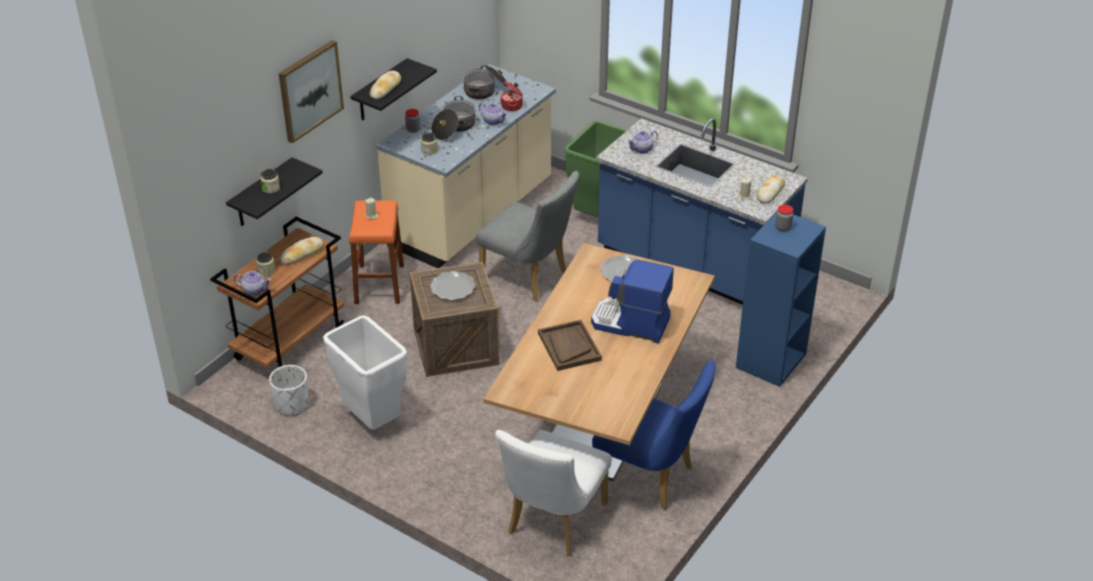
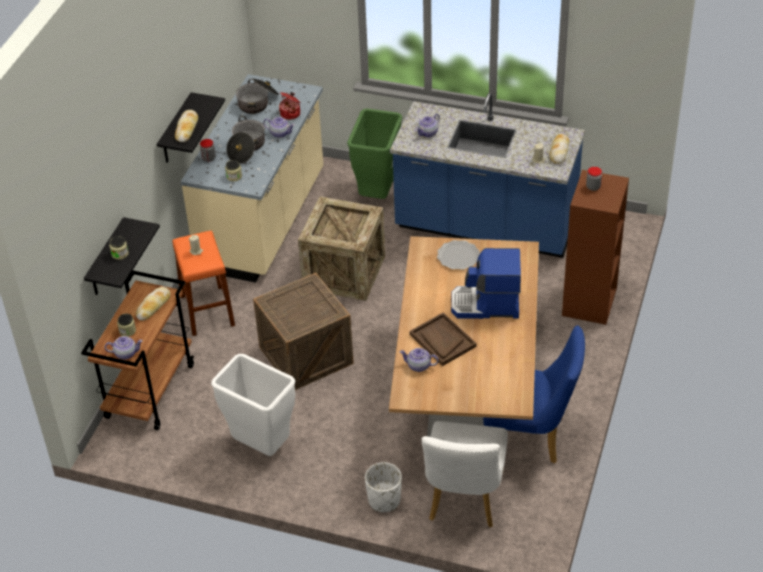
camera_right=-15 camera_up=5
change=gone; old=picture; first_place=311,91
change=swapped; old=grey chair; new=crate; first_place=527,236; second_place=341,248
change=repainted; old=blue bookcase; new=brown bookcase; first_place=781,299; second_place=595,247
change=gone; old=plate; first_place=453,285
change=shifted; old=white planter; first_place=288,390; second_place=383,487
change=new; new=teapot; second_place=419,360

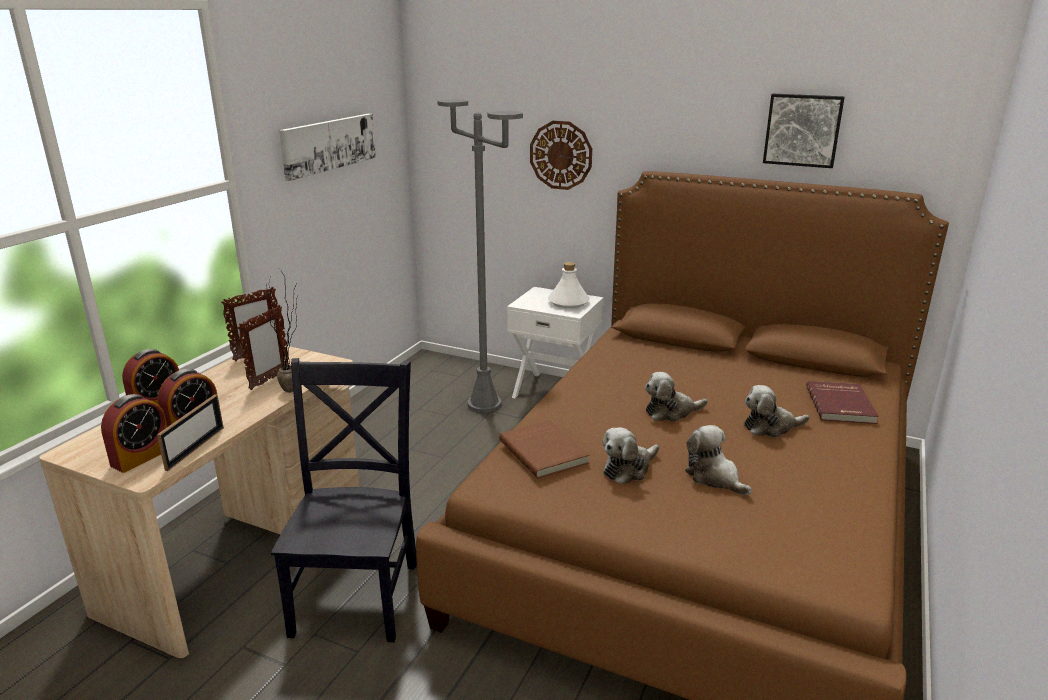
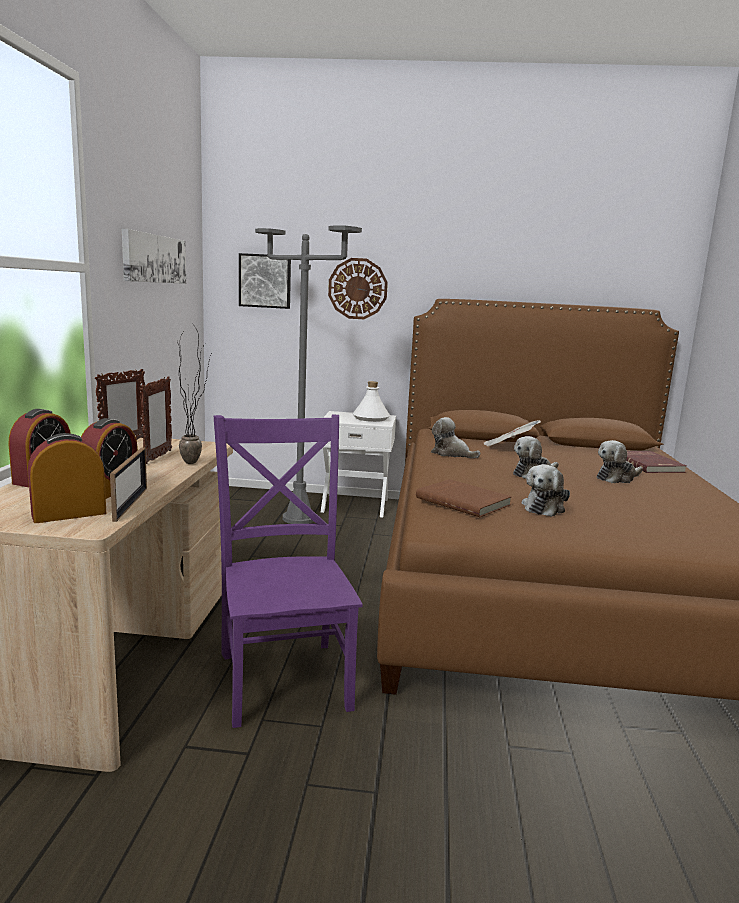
camera_right=-20 camera_up=-10
change=shifted; old=picture; first_place=804,131; second_place=265,281
change=repainted; old=black chair; new=purple chair; first_place=344,500; second_place=288,571
change=rotated; old=alarm clock; first_place=134,433; second_place=67,478; degrees=-135
change=shifted; old=plush toy; first_place=718,460; second_place=455,437
change=new; new=newspaper; second_place=512,433

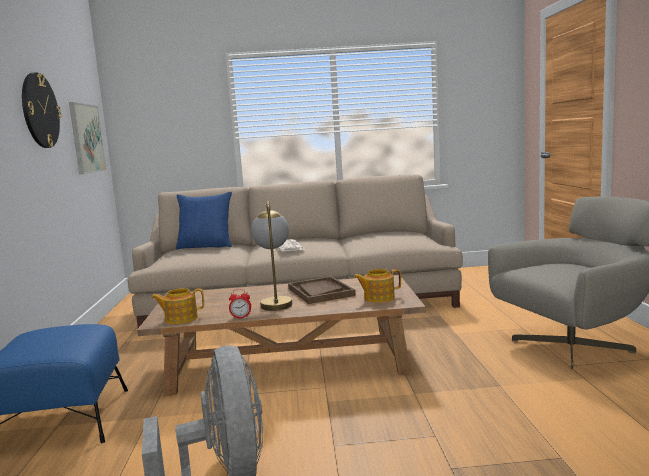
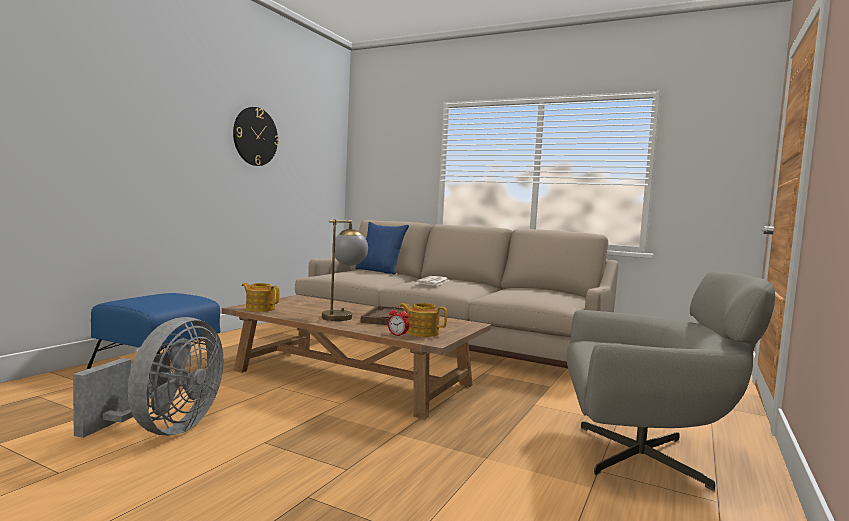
camera_right=30 camera_up=-5
change=gone; old=picture; first_place=87,138
change=shifted; old=alarm clock; first_place=240,304; second_place=398,321

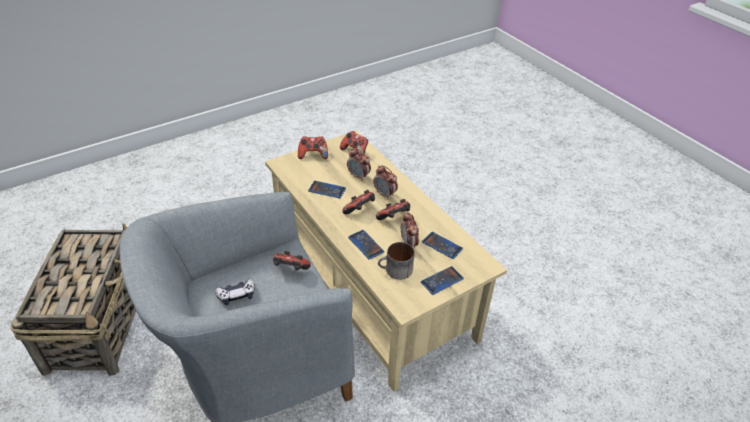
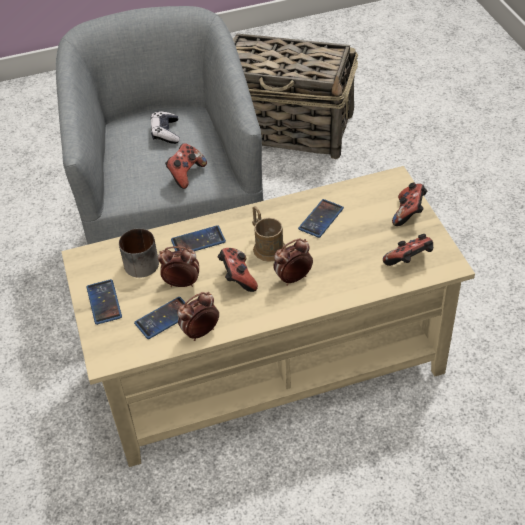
camera_right=110 camera_up=5
change=shifted; old=alarm clock; first_place=359,164; second_place=198,316
change=swapped; old=game controller; new=brown mug; first_place=358,202; second_place=269,234

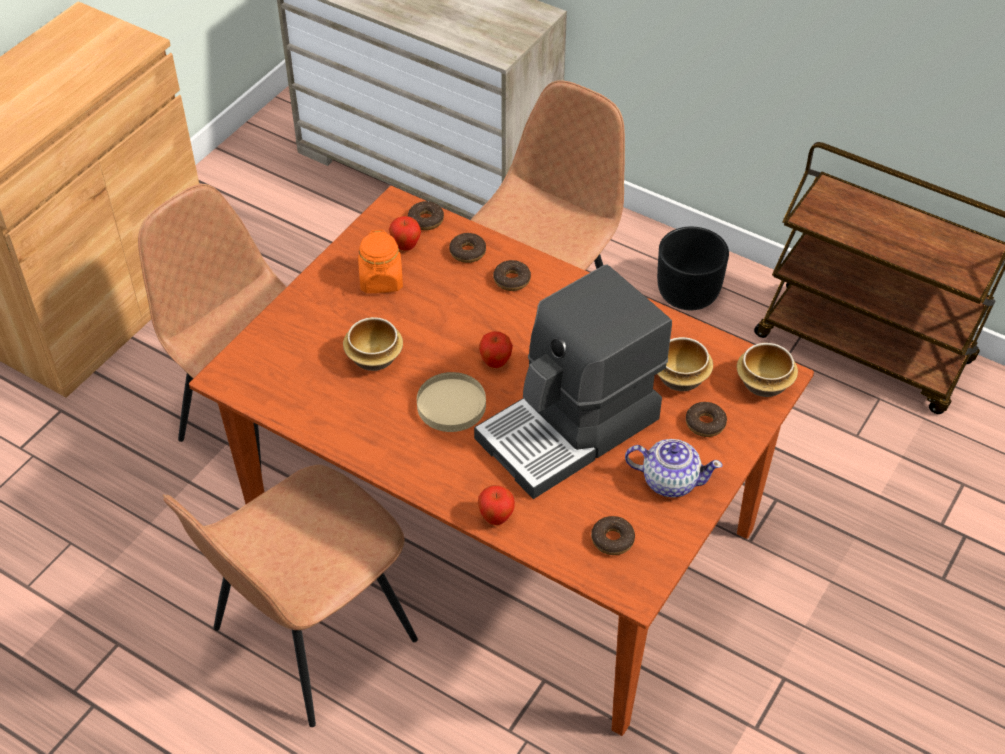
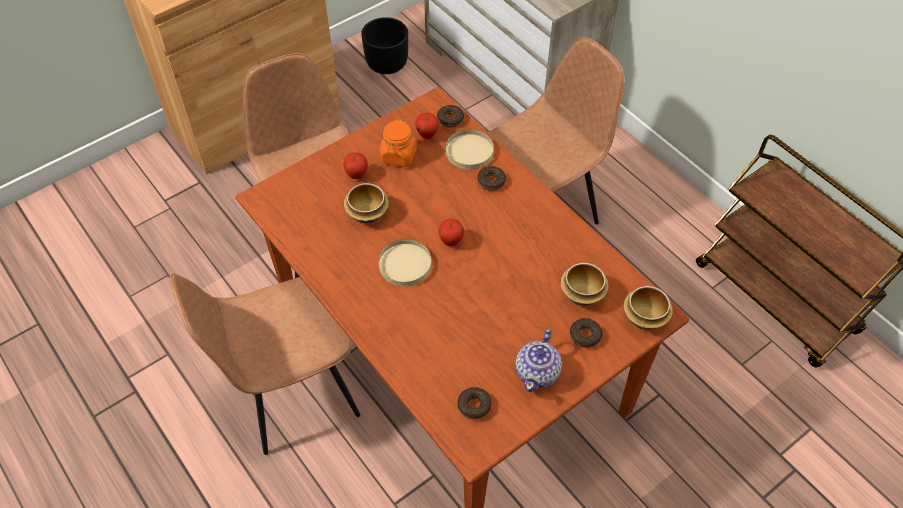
camera_right=20 camera_up=5
change=shifted; old=black planter; first_place=693,268; second_place=384,45
change=swapped; old=donut; new=beige plate; first_place=467,248; second_place=470,149
change=gone; old=coffee machine; first_place=573,381
change=rotated; old=teapot; first_place=674,468; second_place=538,360; degrees=75
change=shifted; old=apple; first_place=496,505; second_place=355,165

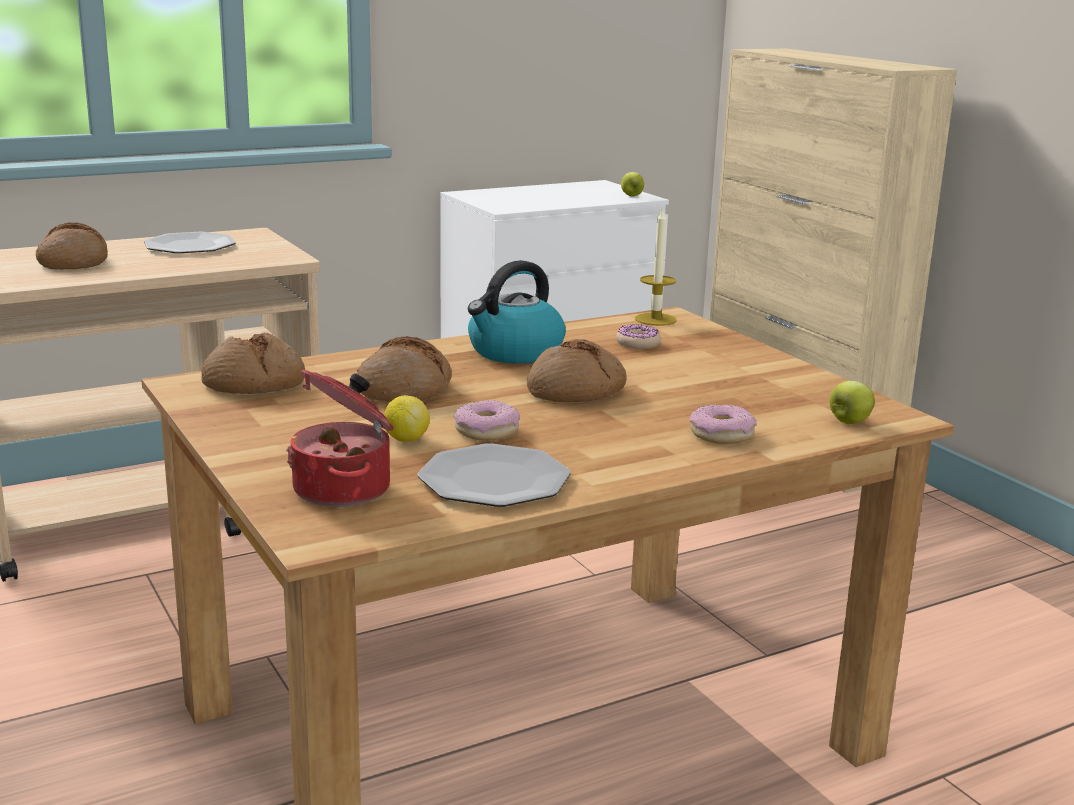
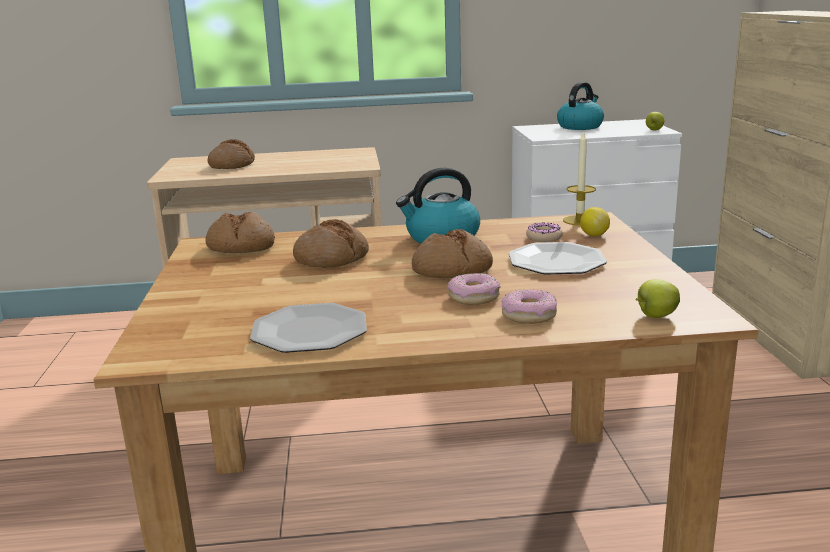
camera_right=25 camera_up=0
change=shifted; old=plate; first_place=190,242; second_place=558,258
change=gone; old=cooking pot; first_place=340,438
change=shifted; old=lemon; first_place=407,418; second_place=595,221
change=shifted; old=donut; first_place=487,420; second_place=474,289
change=new; new=kettle; second_place=580,106

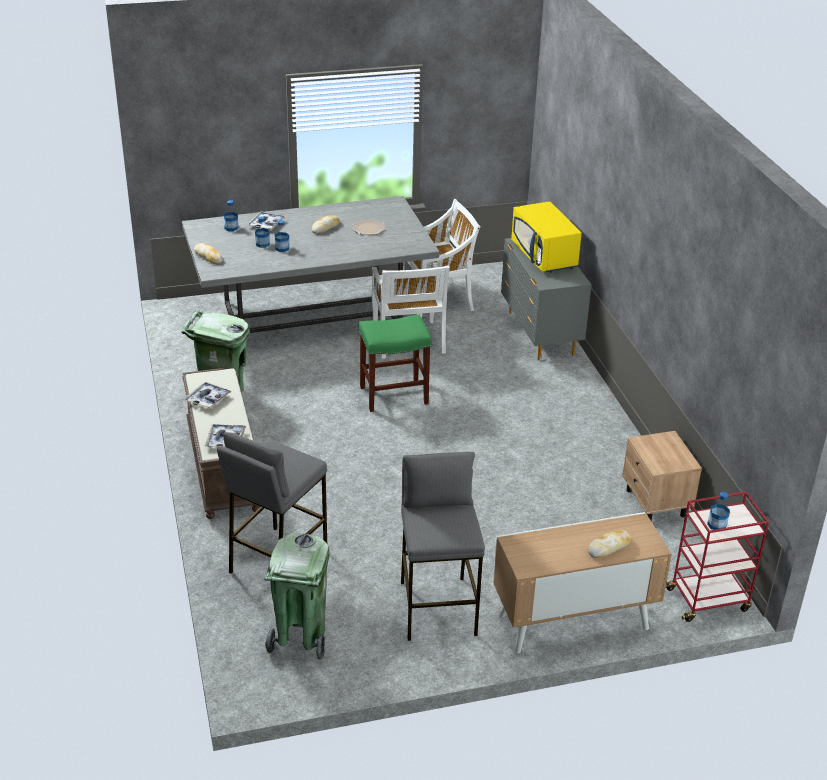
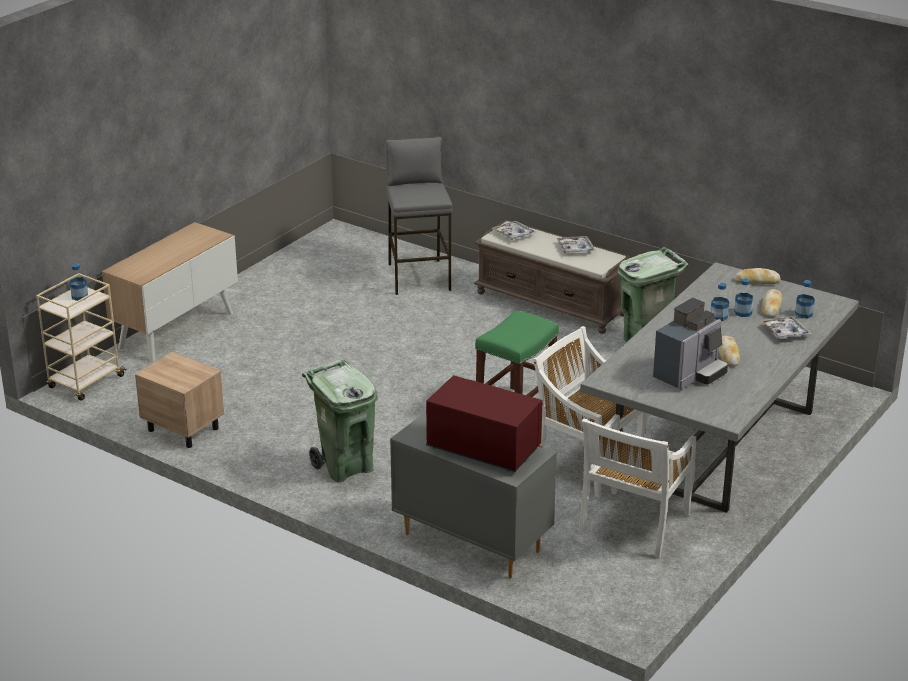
camera_right=140 camera_up=-5
change=repainted; old=yellow microwave; new=red microwave; first_place=546,237; second_place=484,423
change=swapped; old=plate; new=coffee machine; first_place=369,227; second_place=690,344
change=gone; old=grey stool; first_place=443,546
change=repainted; old=red cart; new=beige cart; first_place=717,557; second_place=81,337
change=shifted; old=bread; first_place=609,544; second_place=771,303
change=shifted; old=green trash can; first_place=297,596; second_place=340,421

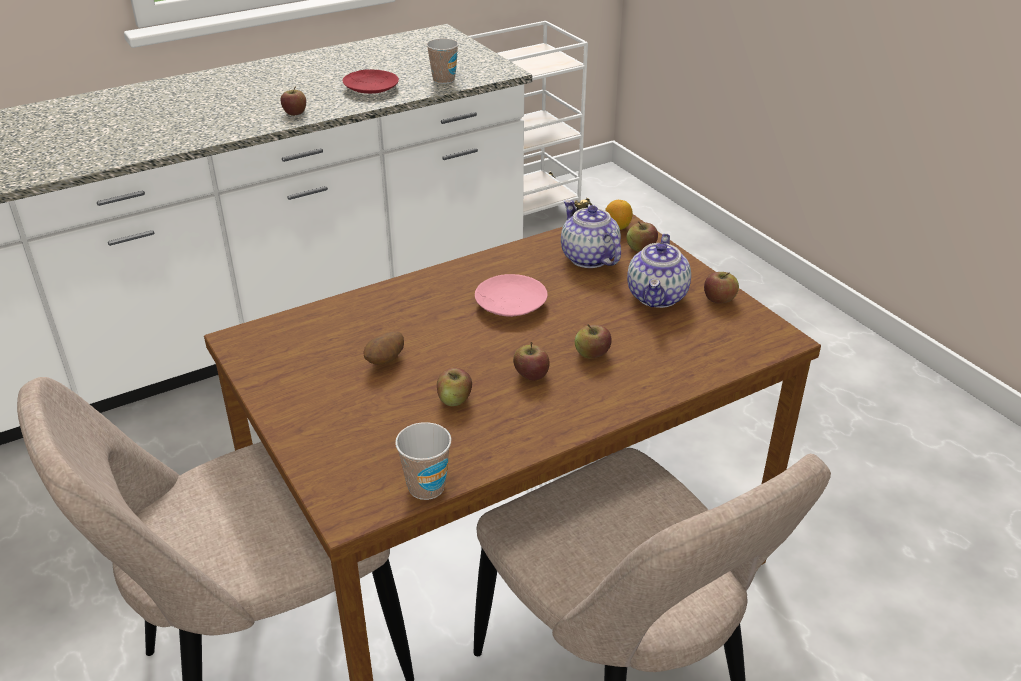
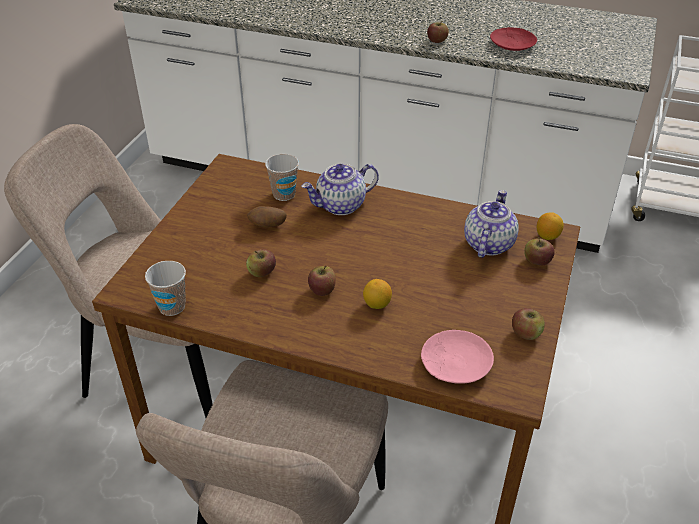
camera_right=50 camera_up=5
change=shifted; old=cup; first_place=442,61; second_place=282,177
change=shifted; old=teapot; first_place=659,270; second_place=340,189
change=shifted; old=pink plate; first_place=511,295; second_place=457,357
change=swapped; old=apple; new=lemon; first_place=593,341; second_place=377,294

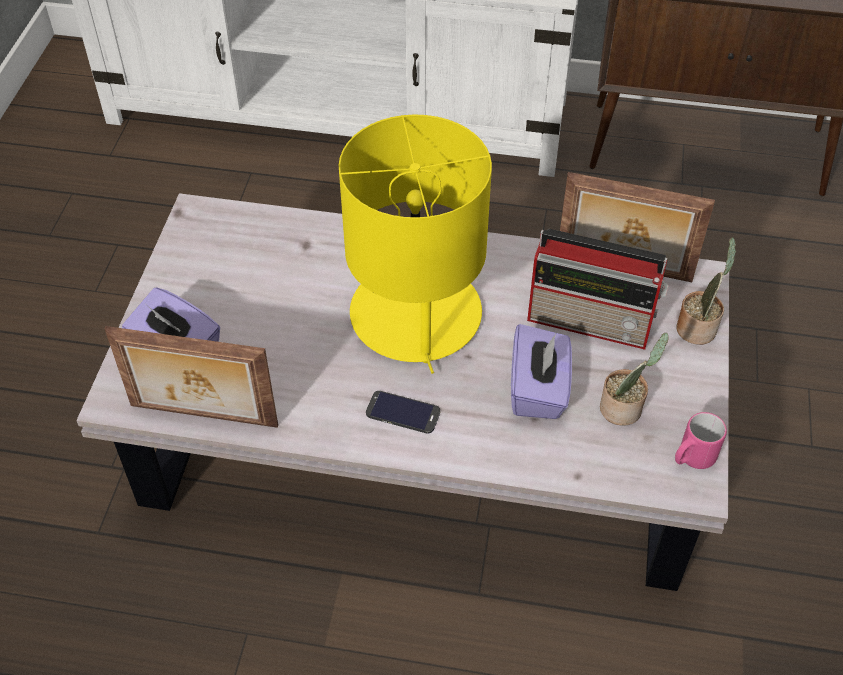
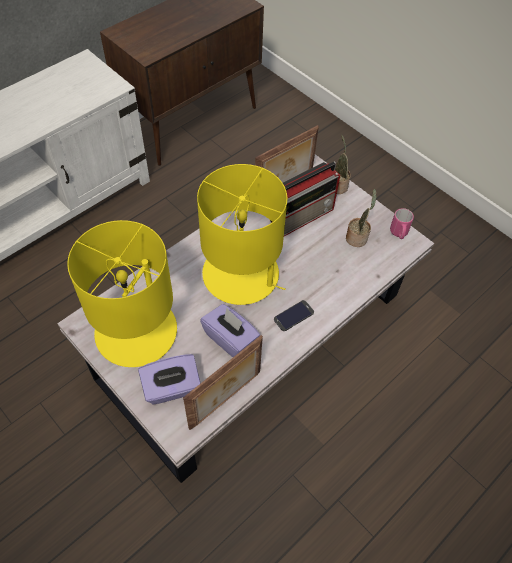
camera_right=-55 camera_up=5
change=shifted; old=purple tissue box; first_place=541,371; second_place=230,330
change=new; new=yellow table lamp; second_place=122,293

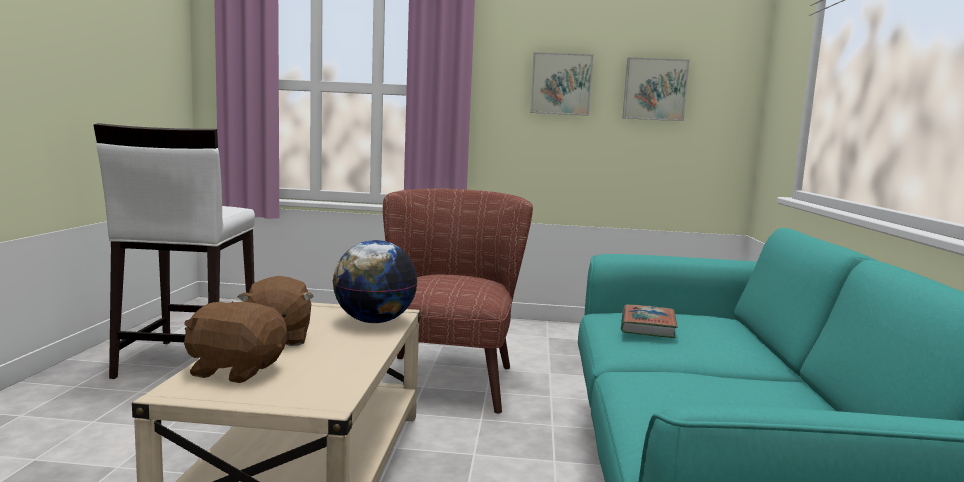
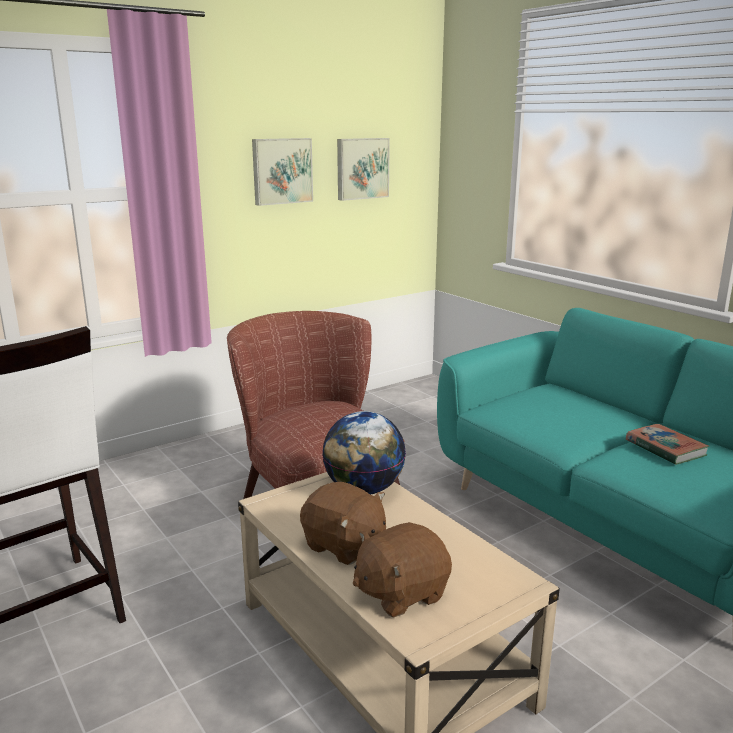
camera_right=-40 camera_up=10
change=shifted; old=book; first_place=649,321; second_place=667,444

